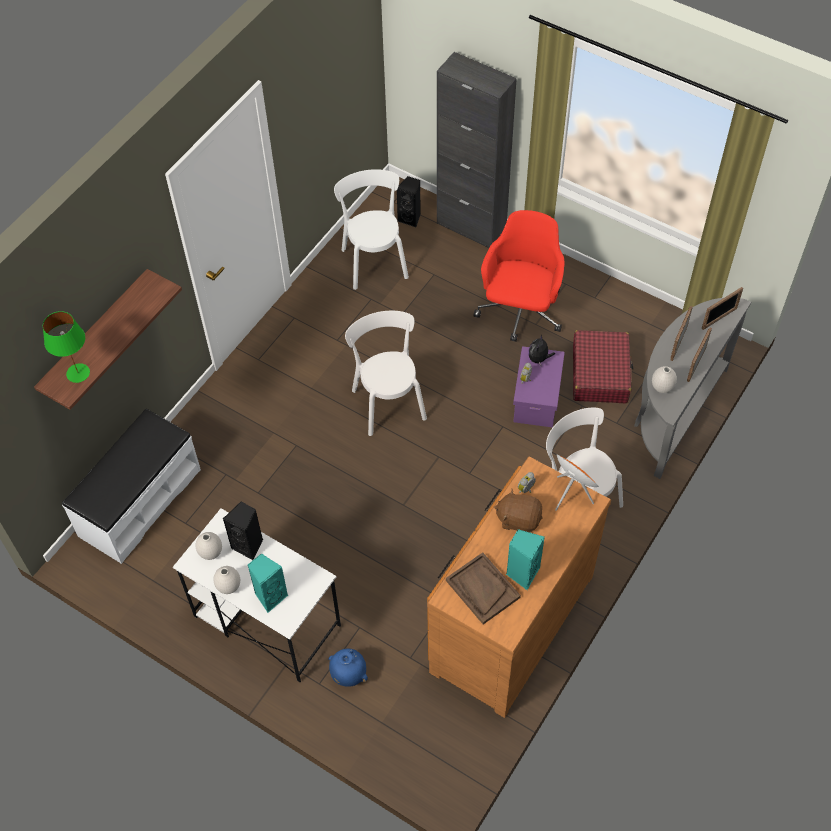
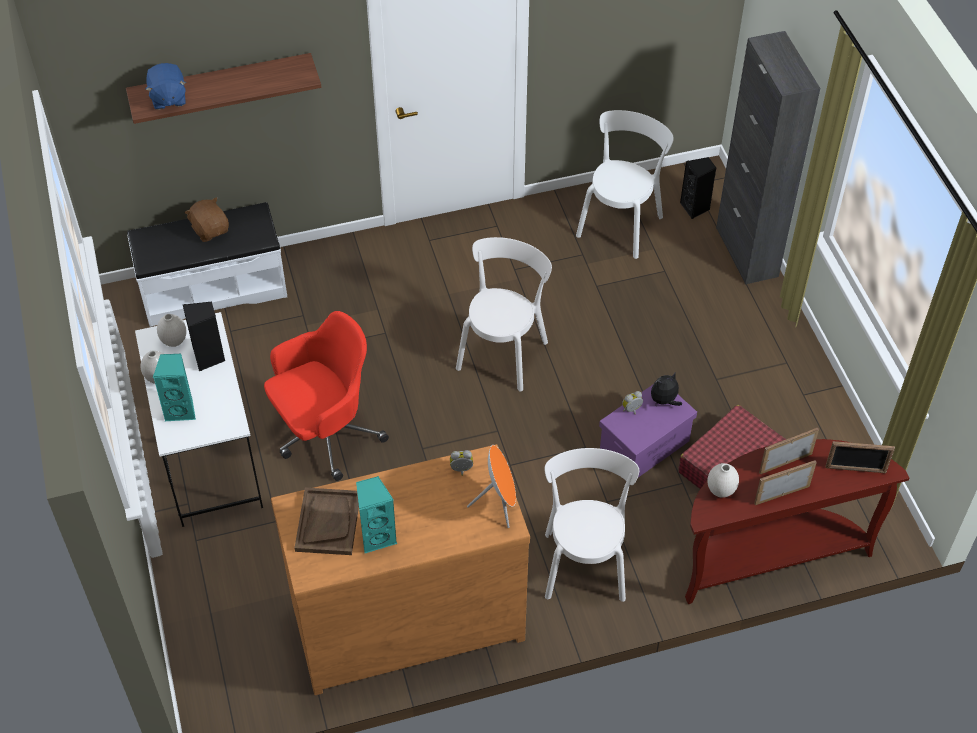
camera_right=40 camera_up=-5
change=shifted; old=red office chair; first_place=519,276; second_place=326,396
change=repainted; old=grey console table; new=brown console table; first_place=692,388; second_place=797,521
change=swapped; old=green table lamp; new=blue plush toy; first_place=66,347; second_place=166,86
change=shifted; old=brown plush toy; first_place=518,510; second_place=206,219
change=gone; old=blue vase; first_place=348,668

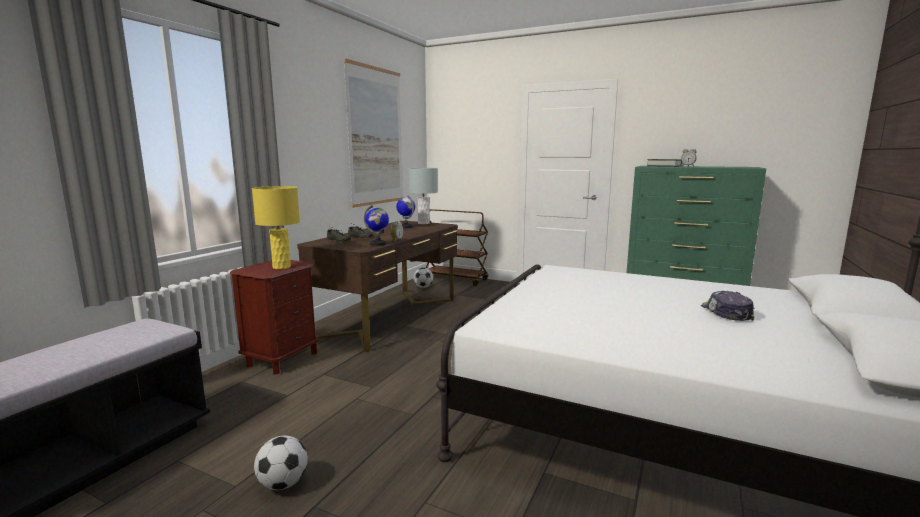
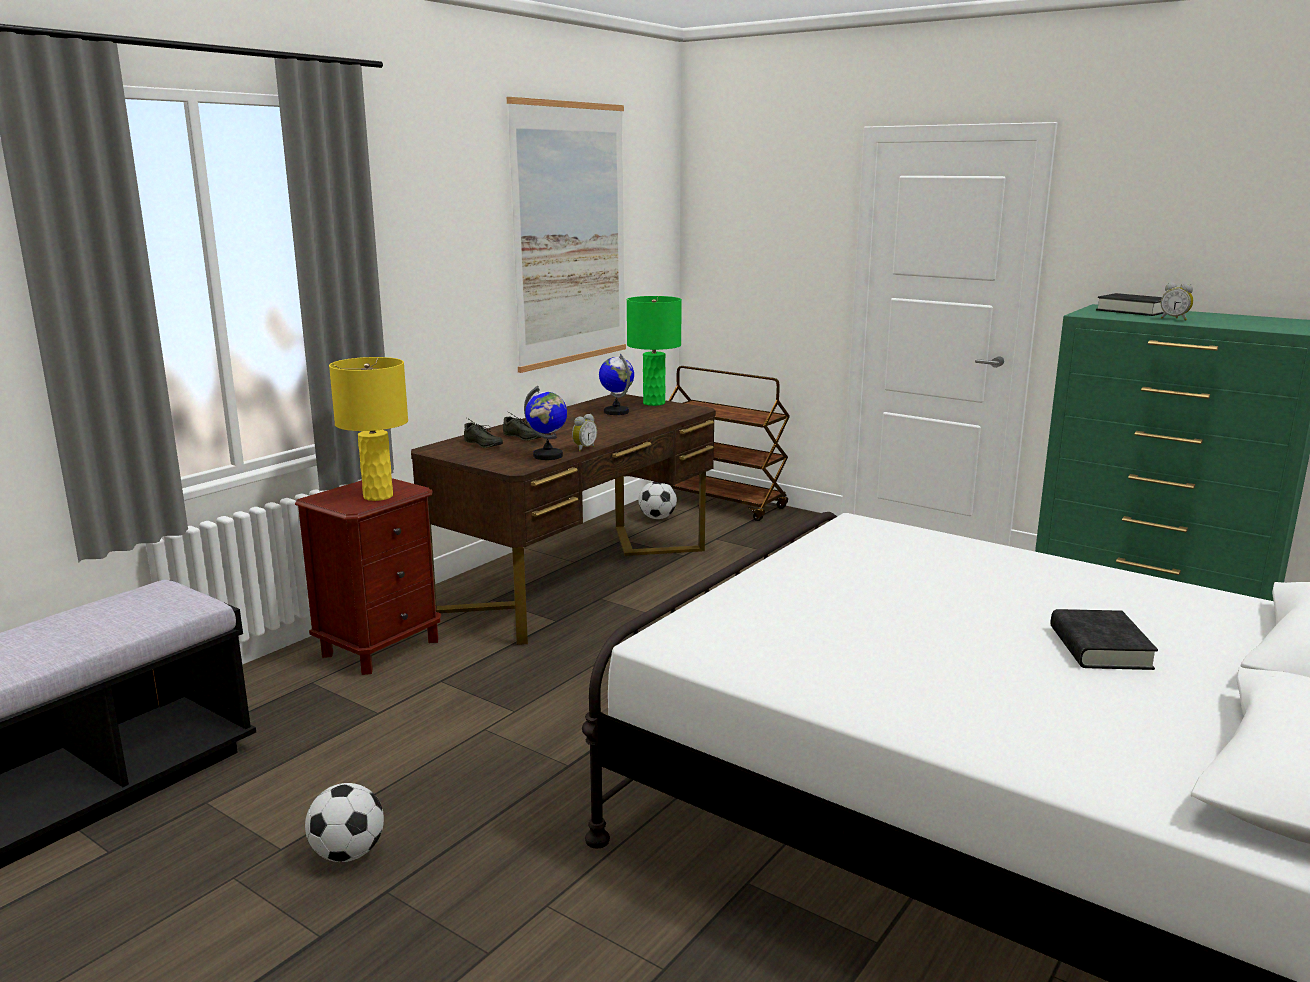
camera_right=10 camera_up=5
change=repainted; old=grey table lamp; new=green table lamp; first_place=423,196; second_place=654,351
change=swapped; old=cap; new=black book; first_place=728,306; second_place=1104,639

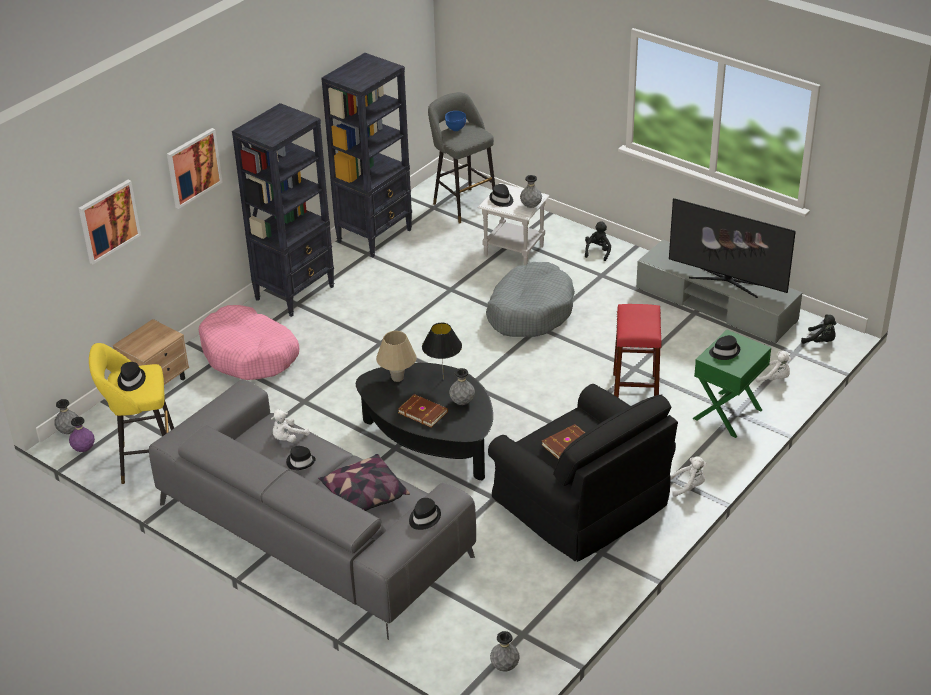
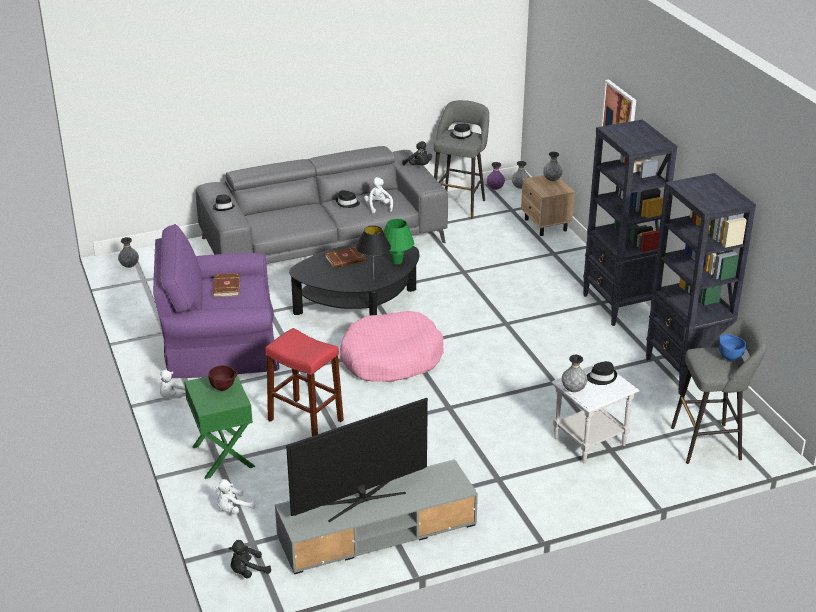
camera_right=120 camera_up=-5
change=gone; old=picture; first_place=110,222
change=shifted; old=black plush toy; first_place=598,241; second_place=417,153
change=gone; old=grey dog bed; first_place=530,299
change=shifted; old=pink dog bed; first_place=249,342; second_place=392,346
change=repainted; old=beige table lamp; new=green table lamp; first_place=396,356; second_place=399,241
change=swapped; old=black hat; new=brown bowl; first_place=724,347; second_place=223,378
change=repainted; old=yellow stool; new=grey stool; first_place=131,413; second_place=461,159
change=shifted; old=grey vase; first_place=462,386; second_place=553,166
change=repainted; old=black armchair; new=purple armchair; first_place=583,473; second_place=216,301
change=gone; old=pillow; first_place=364,482

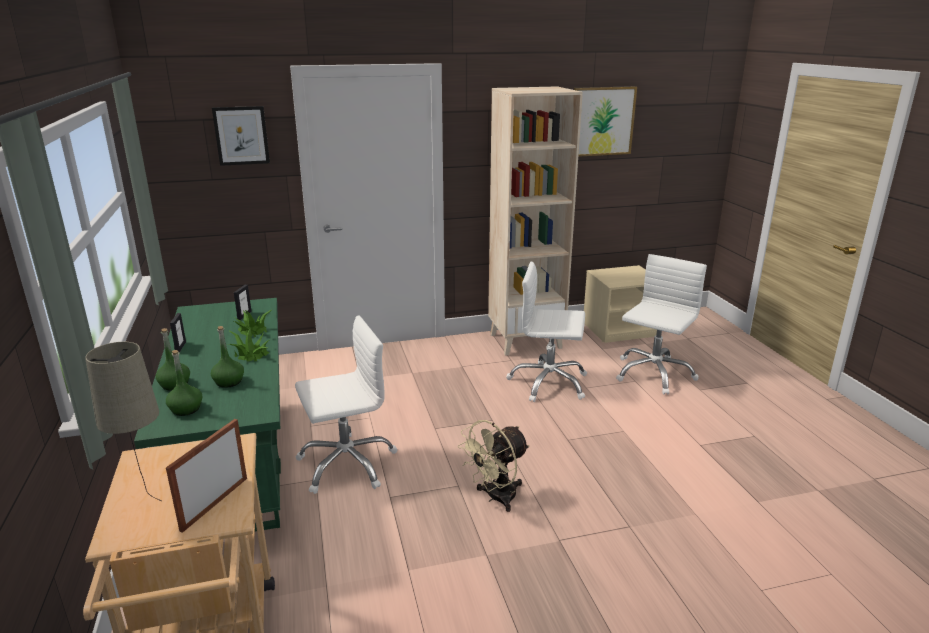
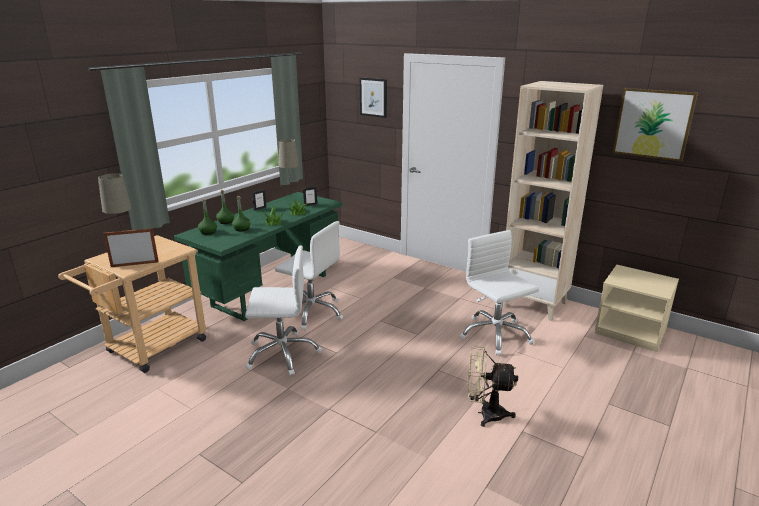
camera_right=50 camera_up=0
change=shifted; old=white office chair; first_place=661,324; second_place=283,310
change=shifted; old=beige fan; first_place=494,466; second_place=493,386
change=new; new=beige table lamp; second_place=289,170

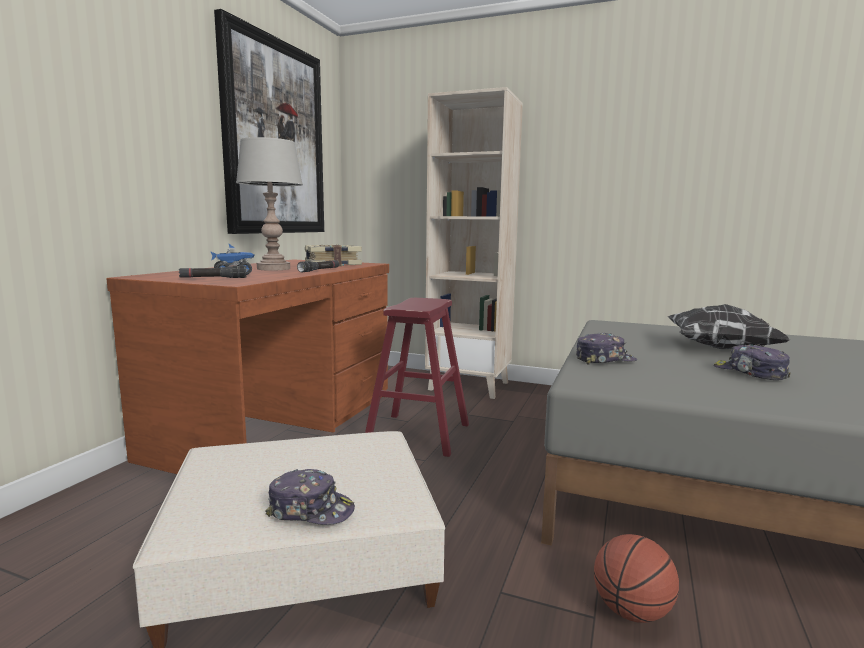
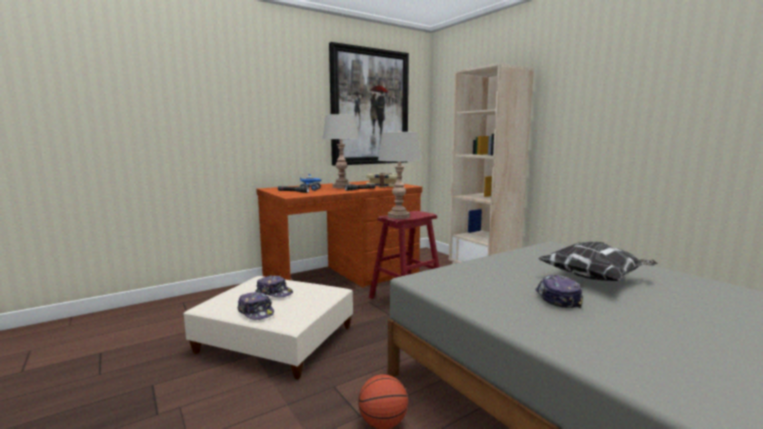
camera_right=35 camera_up=0
change=shifted; old=cap; first_place=606,348; second_place=274,286
change=new; new=grey table lamp; second_place=399,175

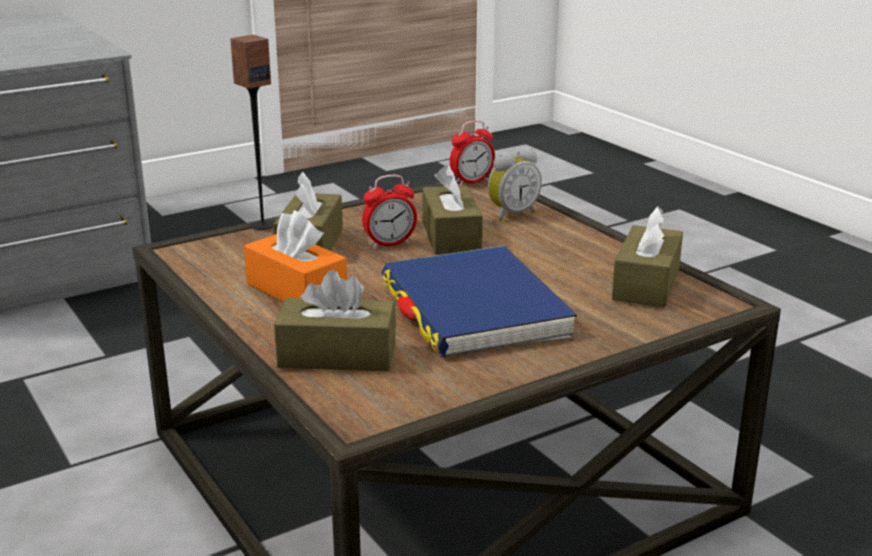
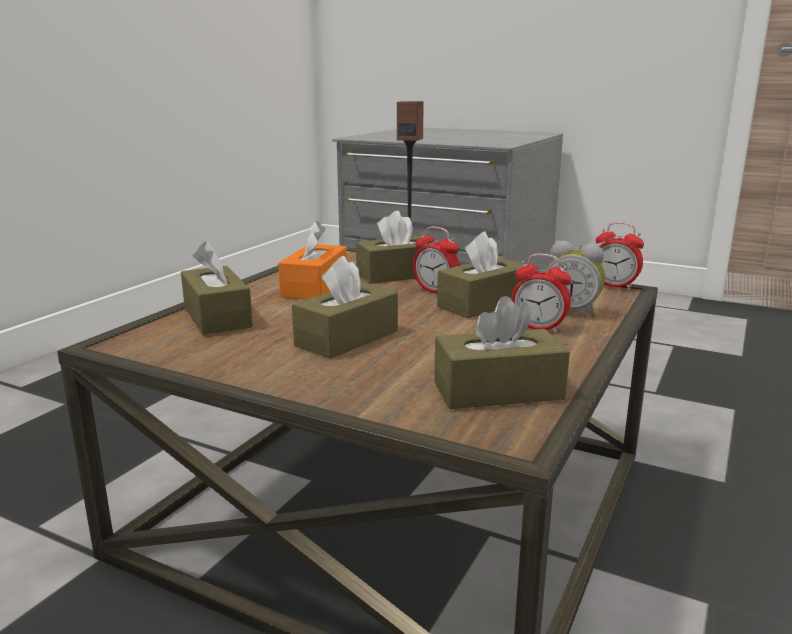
camera_right=60 camera_up=-5
change=swapped; old=blue book; new=brown tissue box; first_place=479,301; second_place=345,307
change=new; new=alarm clock; second_place=541,293

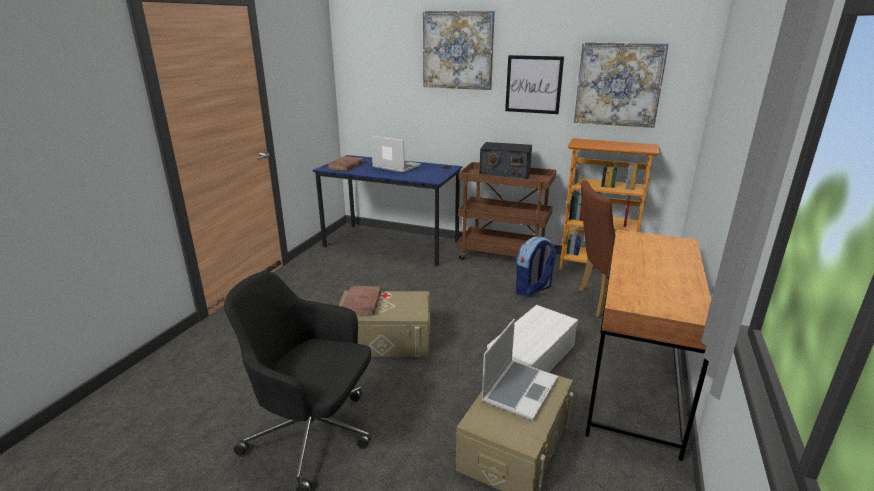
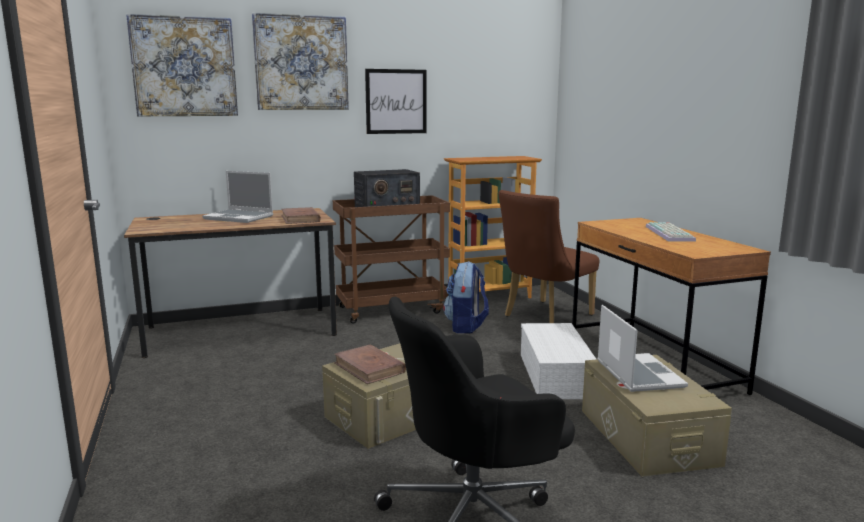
camera_right=-40 camera_up=-10
change=shifted; old=picture; first_place=621,85; second_place=182,65
change=rotated; old=laptop; first_place=396,154; second_place=237,197; degrees=-150
change=repainted; old=blue desk; new=brown desk; first_place=387,210; second_place=230,283
change=shifted; old=brown book; first_place=345,163; second_place=301,215
change=new; new=keyboard; second_place=671,232

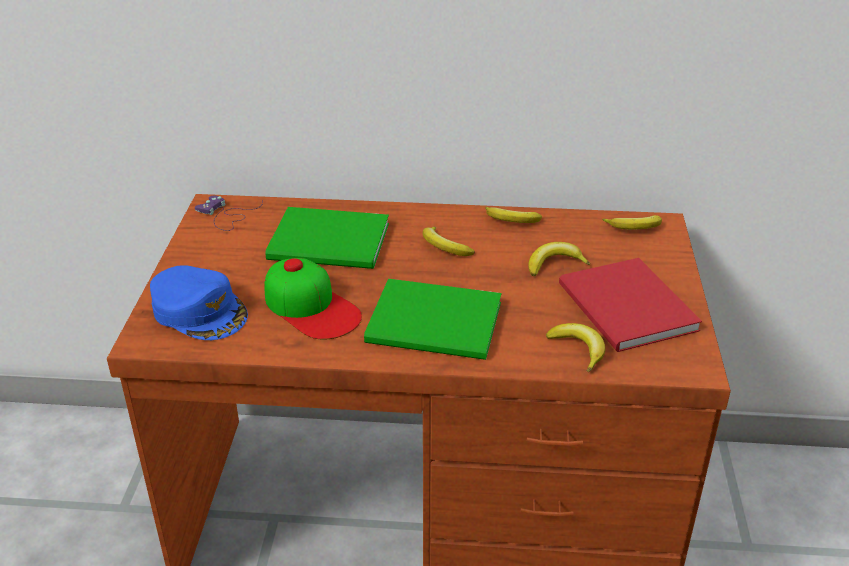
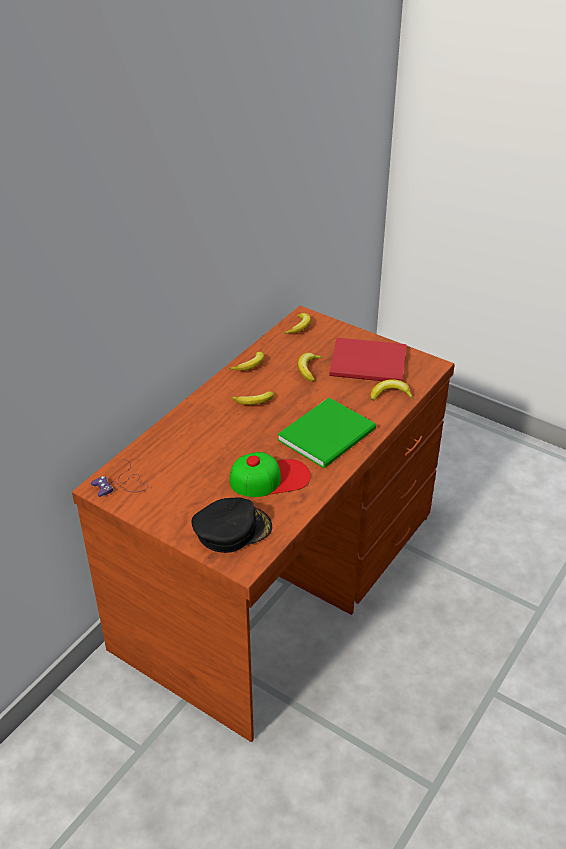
camera_right=-60 camera_up=5
change=gone; old=green book; first_place=327,238
change=repainted; old=blue cap; new=black cap; first_place=199,302; second_place=232,525

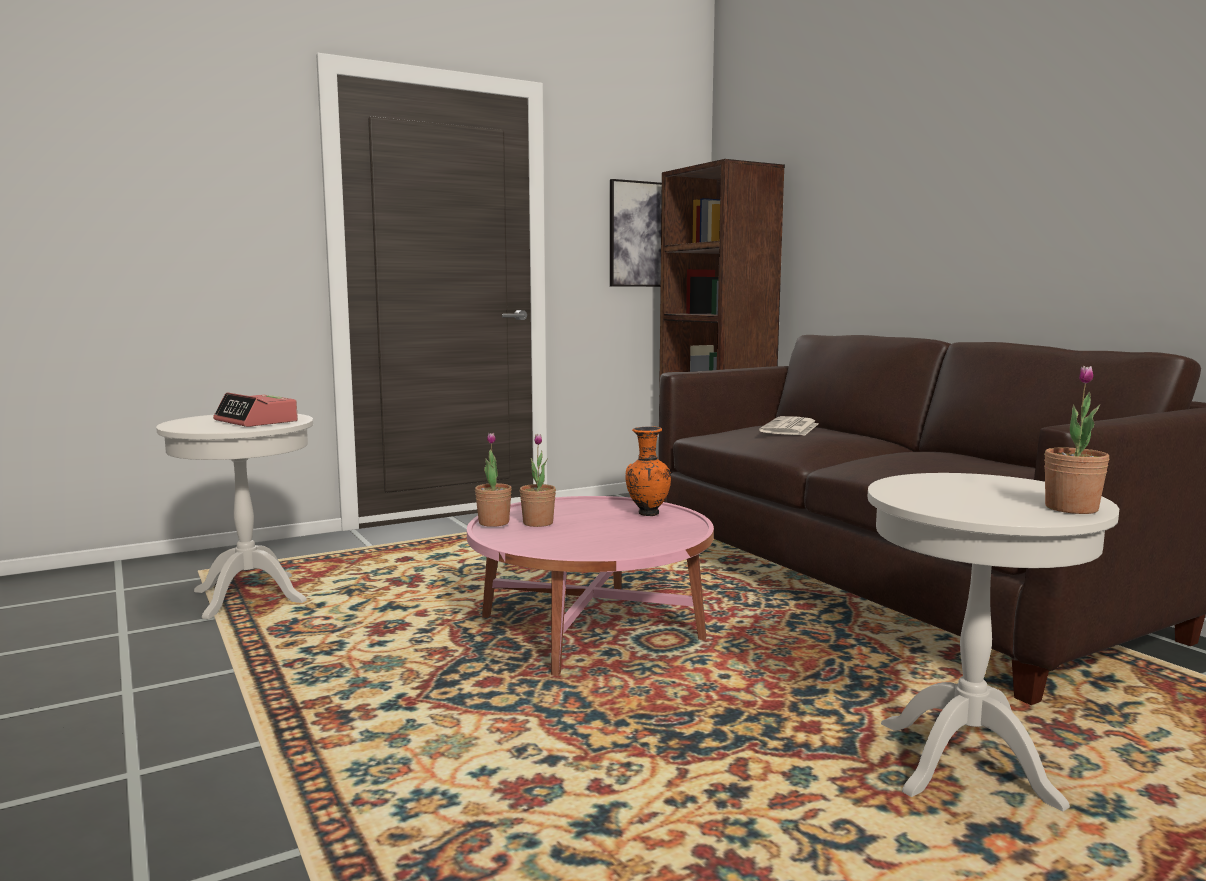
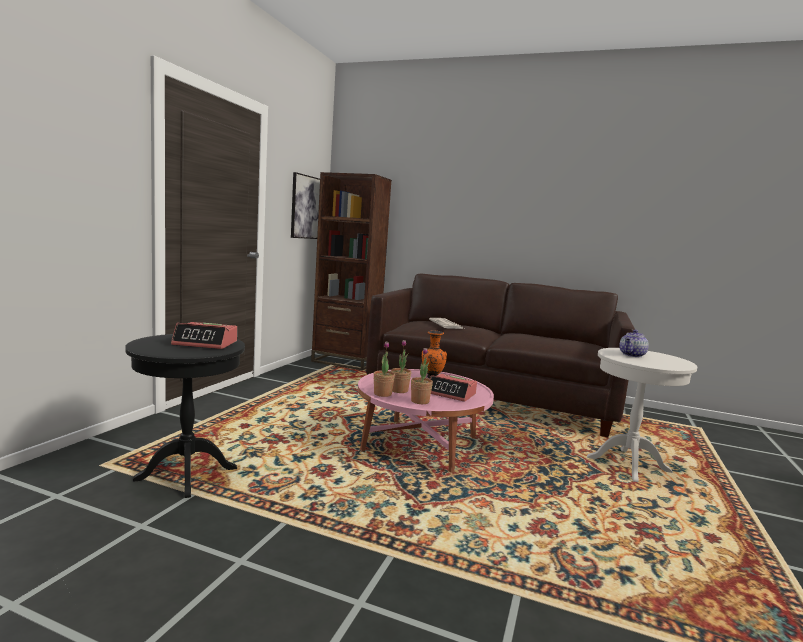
camera_right=-40 camera_up=0
change=shifted; old=potted plant; first_place=1077,440; second_place=422,376
change=repainted; old=white side table; new=black side table; first_place=234,516; second_place=185,416
change=new; new=teapot; second_place=634,343
change=new; new=alarm clock; second_place=453,388

